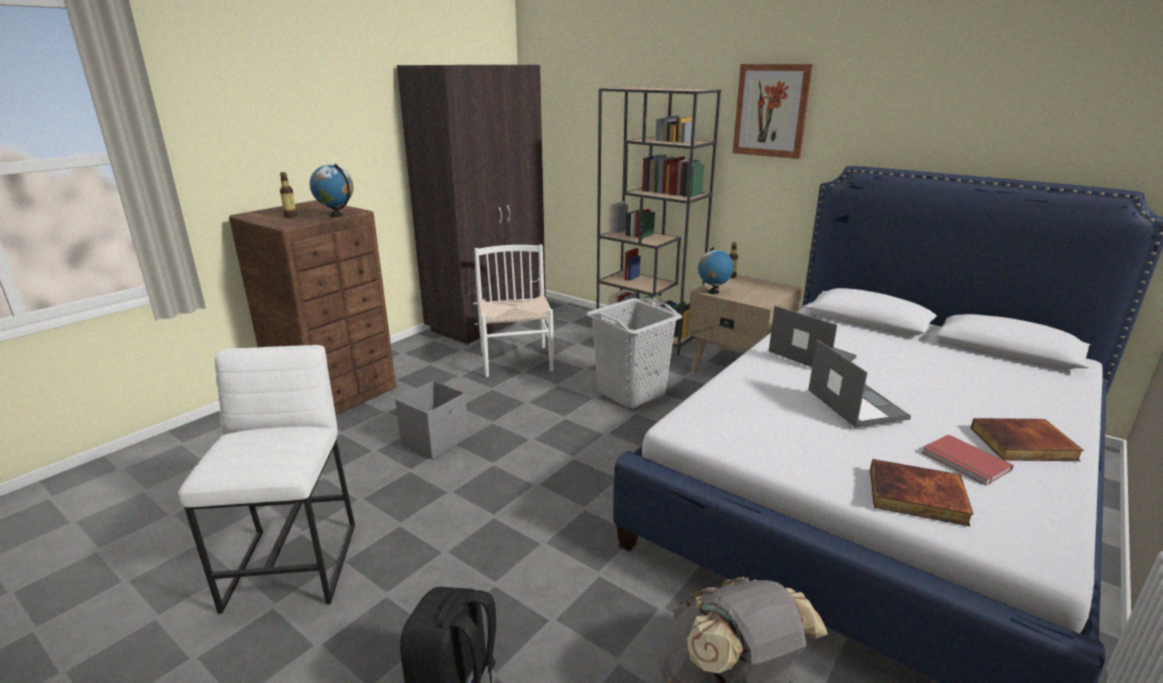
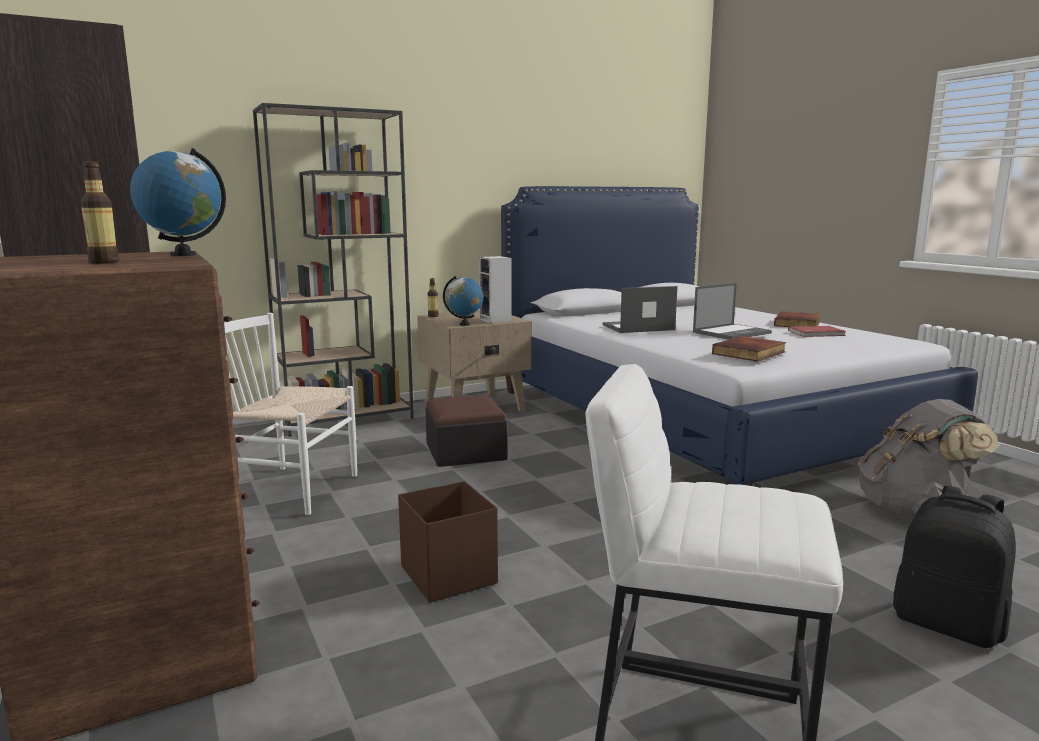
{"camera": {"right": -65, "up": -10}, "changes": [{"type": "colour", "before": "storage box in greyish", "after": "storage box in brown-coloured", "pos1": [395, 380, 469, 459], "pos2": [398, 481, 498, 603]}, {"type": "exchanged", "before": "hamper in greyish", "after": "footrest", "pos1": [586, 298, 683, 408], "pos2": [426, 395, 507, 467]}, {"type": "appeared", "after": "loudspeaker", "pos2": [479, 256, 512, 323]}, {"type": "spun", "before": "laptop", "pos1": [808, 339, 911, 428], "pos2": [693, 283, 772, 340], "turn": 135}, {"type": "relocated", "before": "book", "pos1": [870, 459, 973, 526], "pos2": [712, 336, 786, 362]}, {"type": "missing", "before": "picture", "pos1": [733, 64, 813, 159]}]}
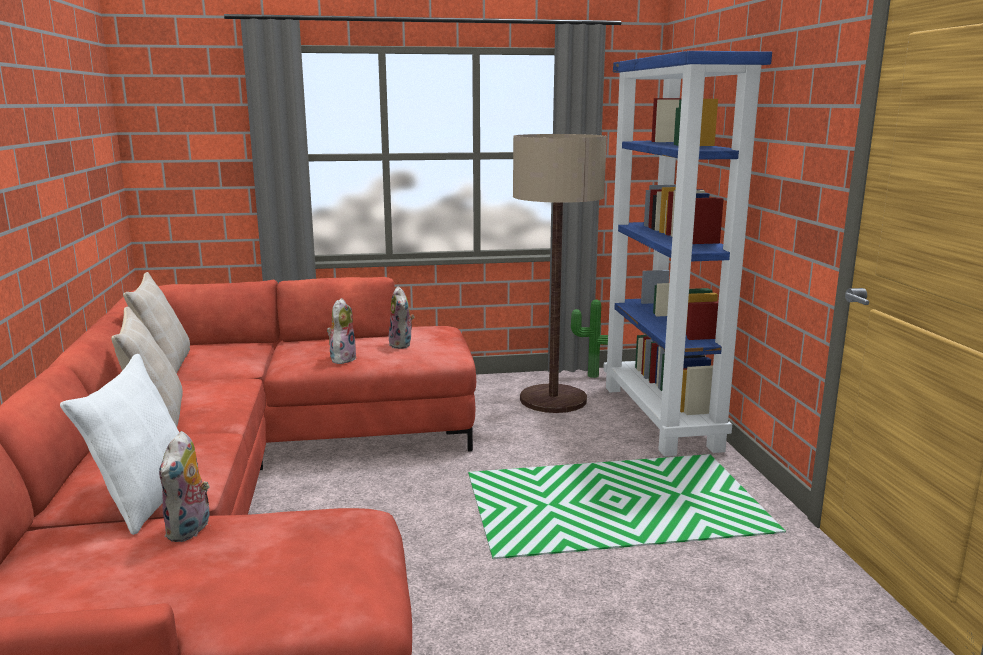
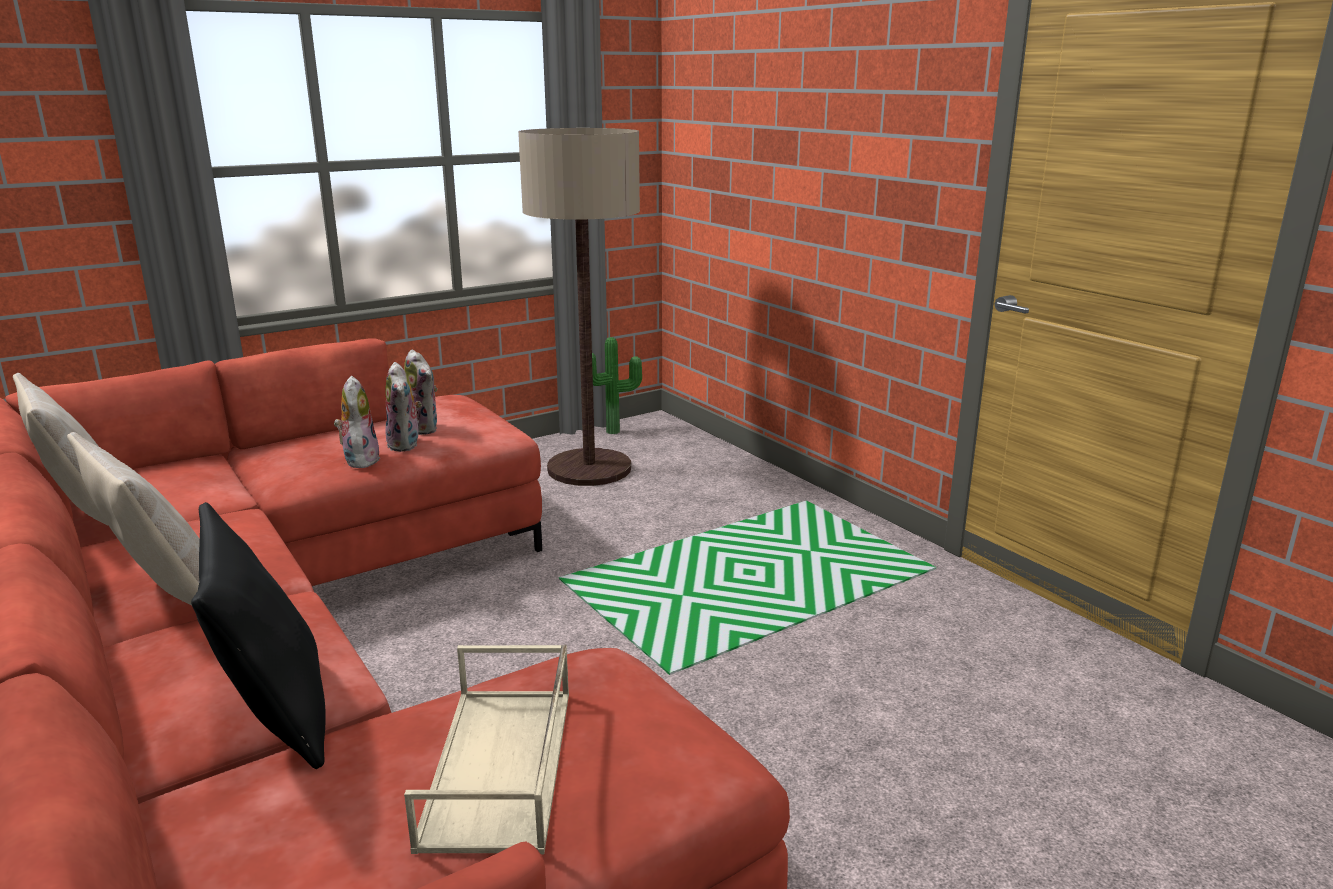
{"camera": {"right": -25, "up": 5}, "changes": [{"type": "colour", "before": "pillow in whitish", "after": "pillow in black", "pos1": [60, 354, 179, 535], "pos2": [191, 502, 326, 769]}, {"type": "relocated", "before": "plush toy", "pos1": [159, 431, 210, 542], "pos2": [385, 362, 422, 452]}, {"type": "appeared", "after": "carrying tray in sand-coloured", "pos2": [404, 645, 569, 854]}, {"type": "missing", "before": "bookshelf in blue-coloured", "pos1": [603, 51, 772, 457]}]}
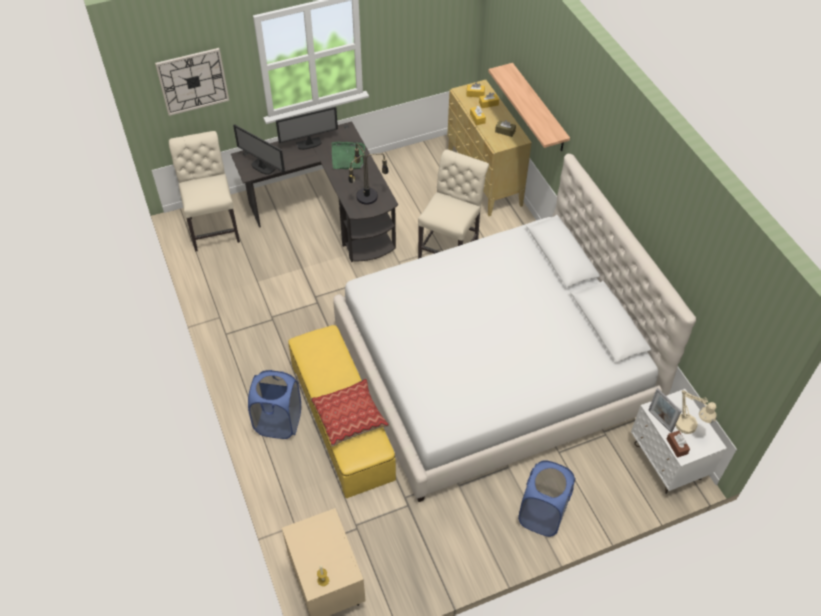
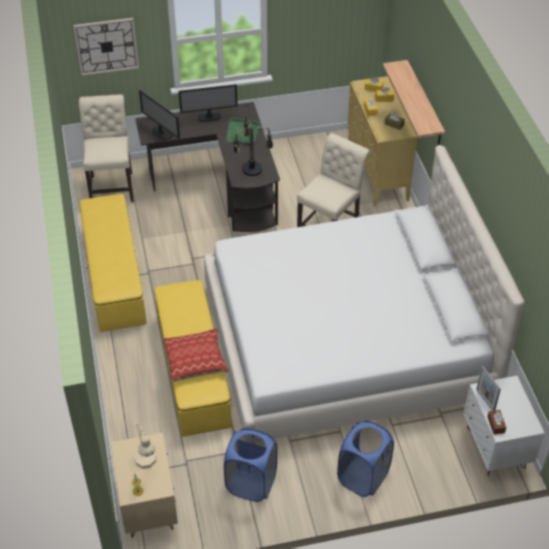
{"camera": {"right": 10, "up": -5}, "changes": [{"type": "appeared", "after": "long seat in yellowish", "pos2": [80, 194, 147, 332]}, {"type": "relocated", "before": "table lamp in sand-coloured", "pos1": [675, 390, 717, 434], "pos2": [134, 423, 157, 469]}, {"type": "relocated", "before": "hamper in blue-coloured", "pos1": [248, 370, 301, 439], "pos2": [224, 428, 277, 502]}]}
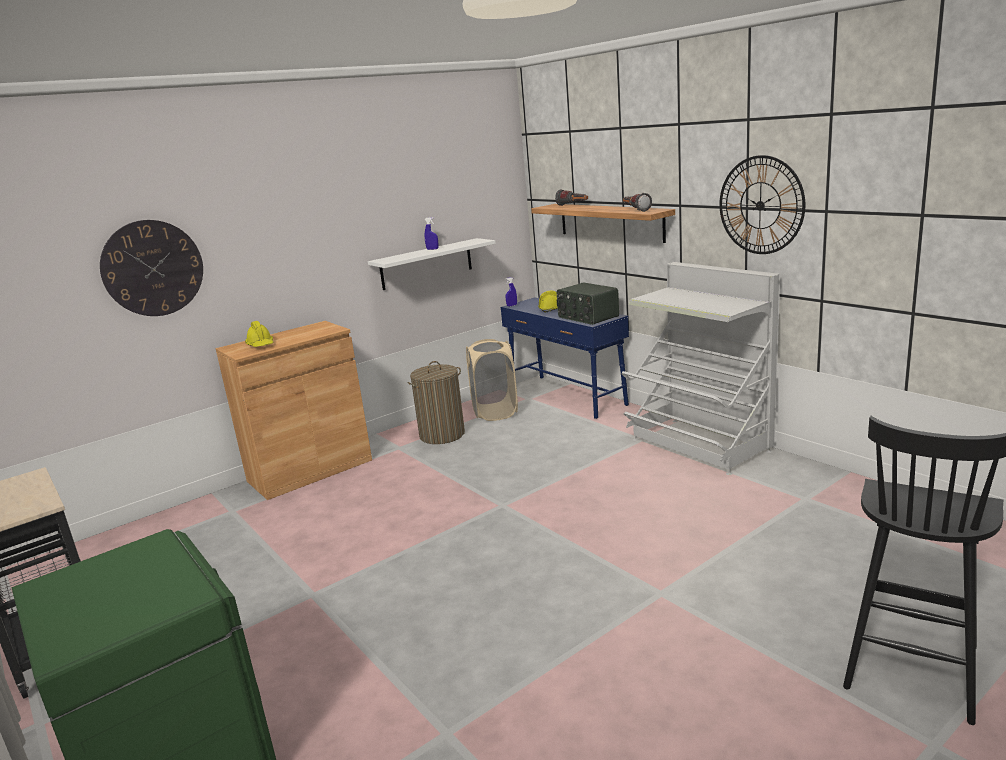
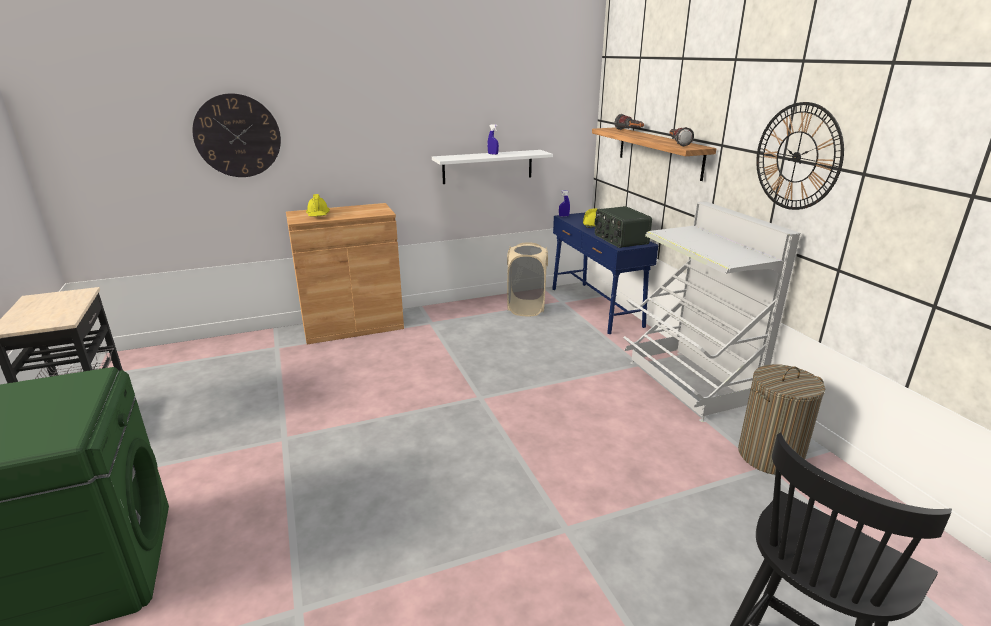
{"camera": {"right": 15, "up": 5}, "changes": [{"type": "relocated", "before": "hamper", "pos1": [408, 361, 465, 444], "pos2": [738, 364, 825, 475]}]}
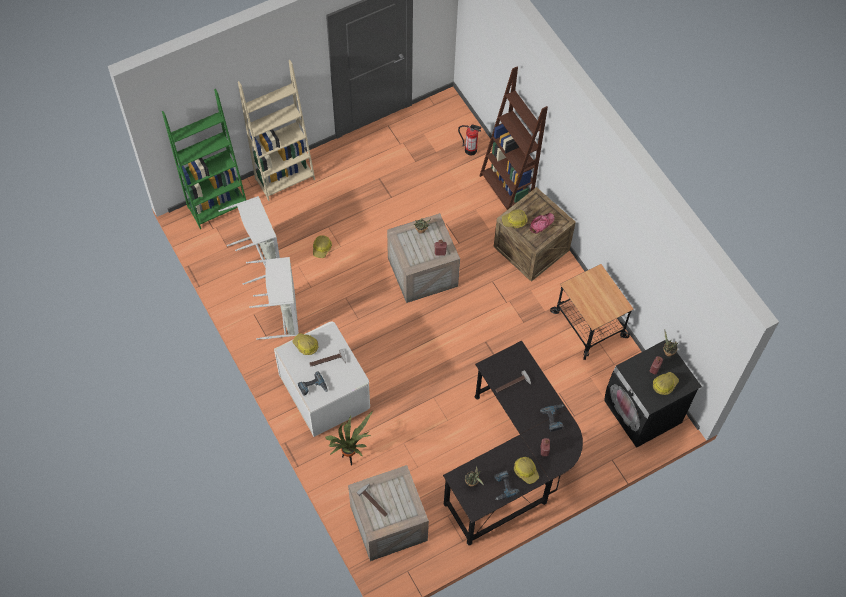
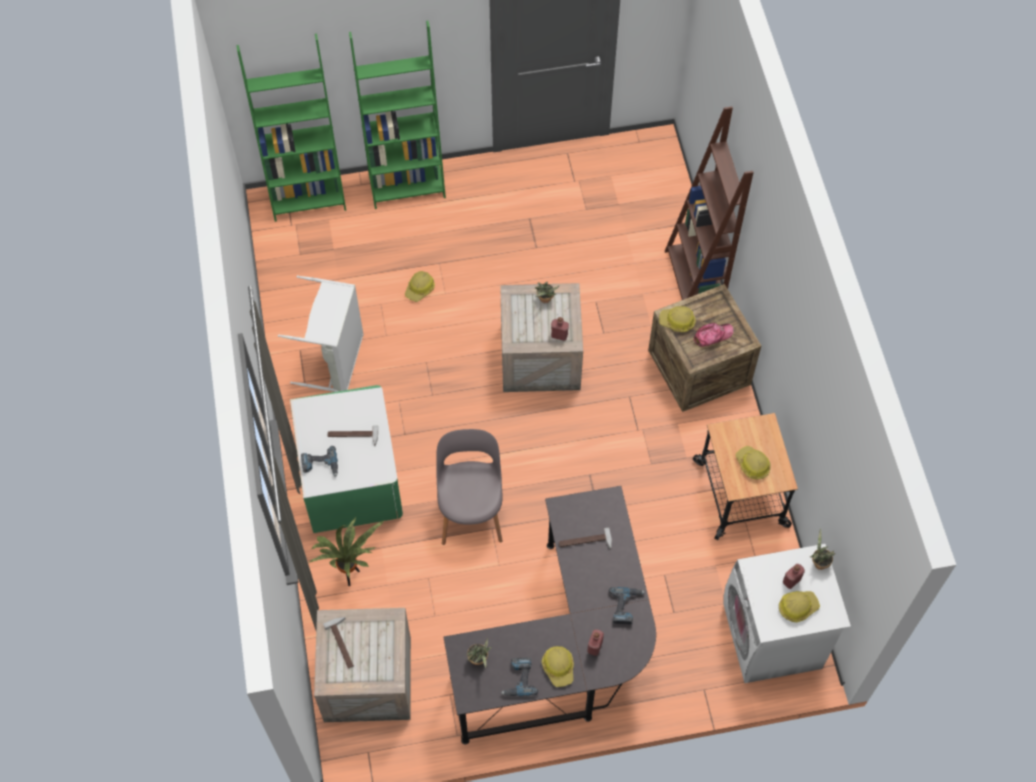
{"camera": {"right": 20, "up": 0}, "changes": [{"type": "colour", "before": "bedside table in whitish", "after": "bedside table in green-coloured", "pos1": [274, 321, 370, 437], "pos2": [290, 385, 403, 533]}, {"type": "colour", "before": "bookshelf in sand-coloured", "after": "bookshelf in green-coloured", "pos1": [238, 60, 315, 201], "pos2": [349, 21, 446, 209]}, {"type": "appeared", "after": "plain chair in greyish", "pos2": [436, 429, 503, 545]}, {"type": "colour", "before": "washing machine in black", "after": "washing machine in whitish", "pos1": [604, 340, 702, 448], "pos2": [723, 544, 851, 683]}, {"type": "relocated", "before": "hard hat", "pos1": [292, 333, 319, 355], "pos2": [736, 446, 771, 480]}, {"type": "missing", "before": "hamper in greyish", "pos1": [219, 196, 280, 285]}, {"type": "missing", "before": "fire extinguisher", "pos1": [458, 125, 482, 156]}]}
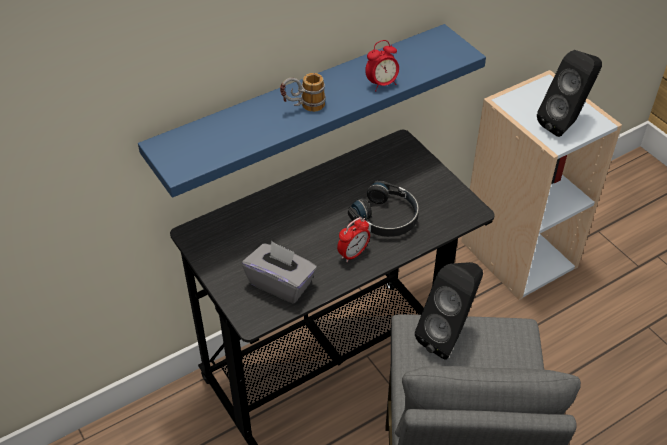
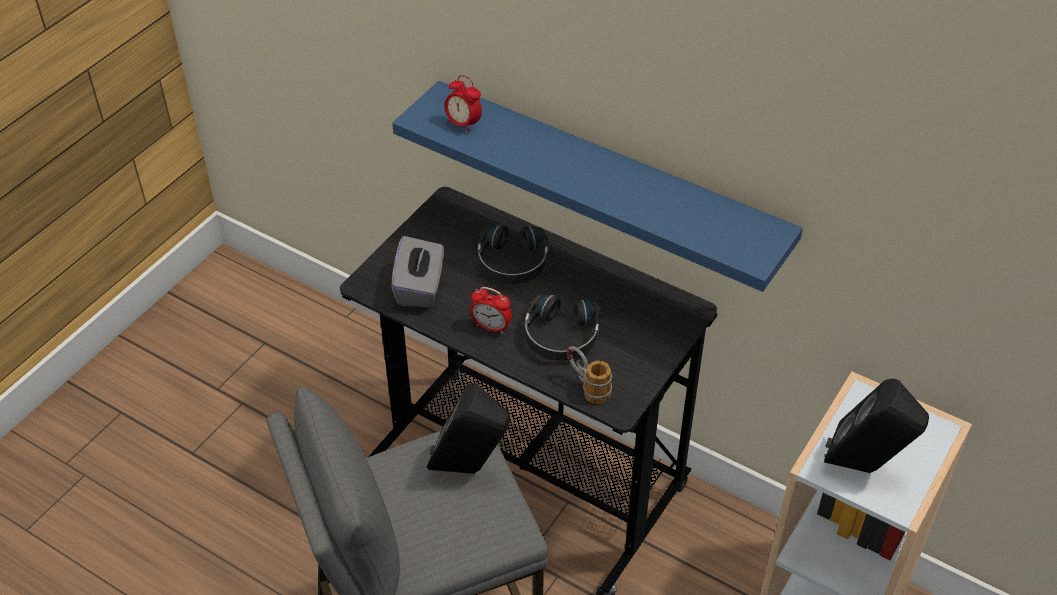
{"camera": {"right": 65, "up": 0}, "changes": [{"type": "relocated", "before": "table clock", "pos1": [365, 40, 399, 91], "pos2": [445, 75, 482, 134]}, {"type": "appeared", "after": "headphones in black", "pos2": [478, 225, 549, 284]}, {"type": "relocated", "before": "mug", "pos1": [280, 73, 326, 112], "pos2": [567, 346, 612, 404]}]}
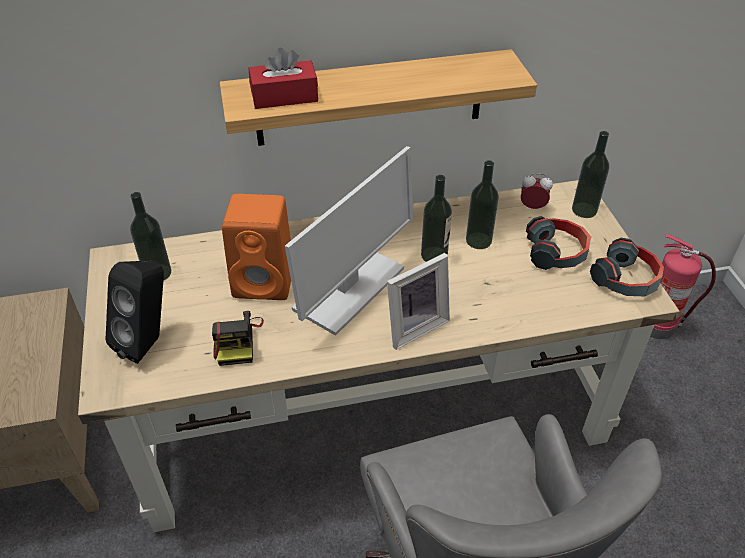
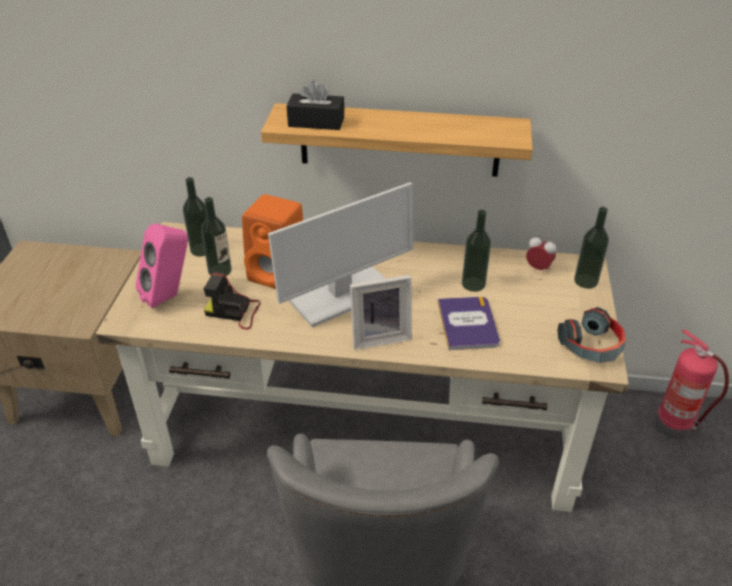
{"camera": {"right": 20, "up": -5}, "changes": [{"type": "colour", "before": "loudspeaker in black", "after": "loudspeaker in pinkish", "pos1": [106, 260, 164, 364], "pos2": [136, 223, 188, 308]}, {"type": "relocated", "before": "beverage bottle", "pos1": [421, 175, 452, 262], "pos2": [201, 197, 232, 276]}, {"type": "spun", "before": "still camera", "pos1": [212, 311, 264, 366], "pos2": [204, 271, 261, 330], "turn": 90}, {"type": "colour", "before": "tissue holder in red-coloured", "after": "tissue holder in black", "pos1": [248, 48, 318, 109], "pos2": [287, 80, 344, 130]}, {"type": "appeared", "after": "book", "pos2": [438, 297, 500, 350]}, {"type": "missing", "before": "headphones", "pos1": [526, 216, 591, 270]}]}
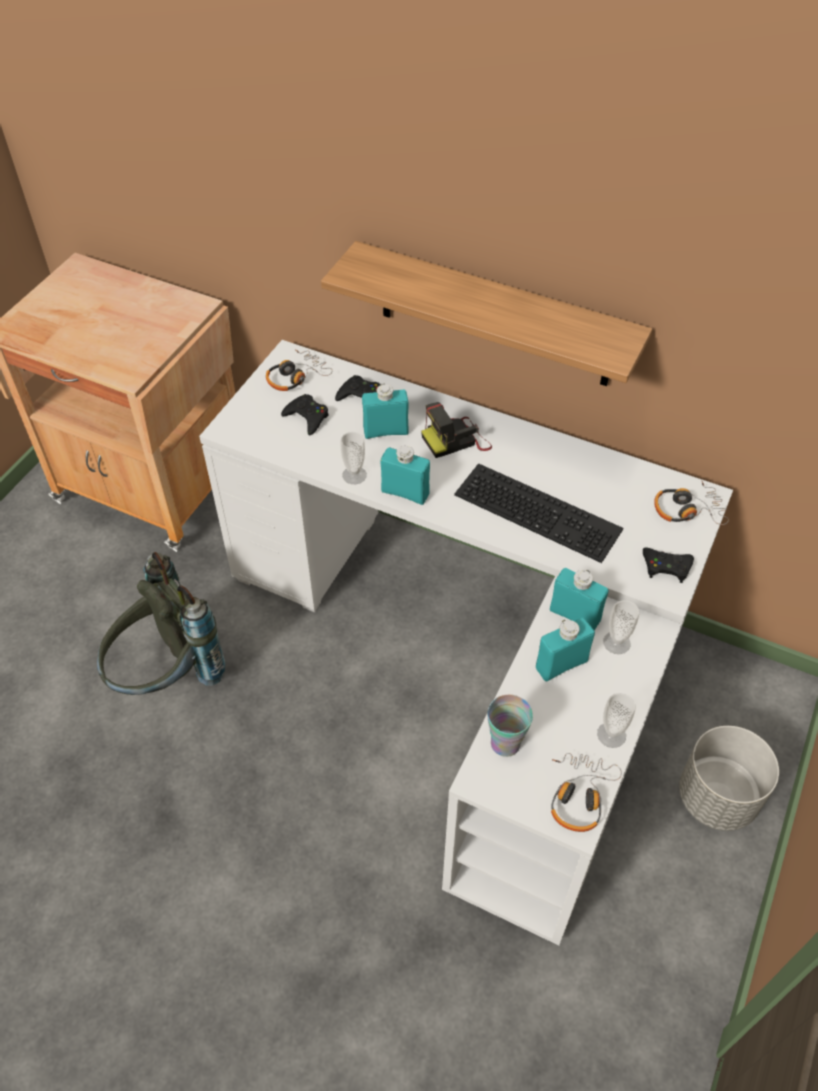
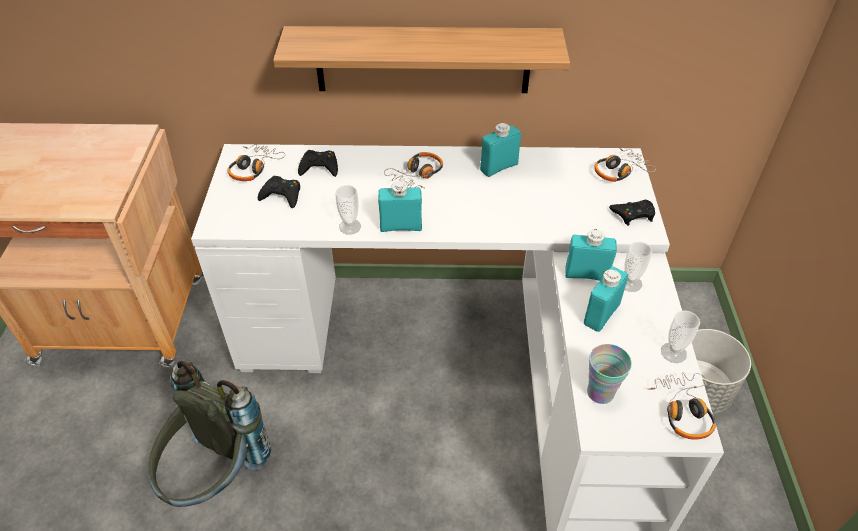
{"camera": {"right": -25, "up": -5}, "changes": [{"type": "exchanged", "before": "still camera", "after": "headphones", "pos1": [421, 402, 492, 458], "pos2": [384, 152, 443, 189]}, {"type": "relocated", "before": "beverage bottle in blue-green", "pos1": [362, 384, 409, 439], "pos2": [480, 123, 521, 177]}, {"type": "missing", "before": "keyboard", "pos1": [454, 463, 623, 563]}]}
